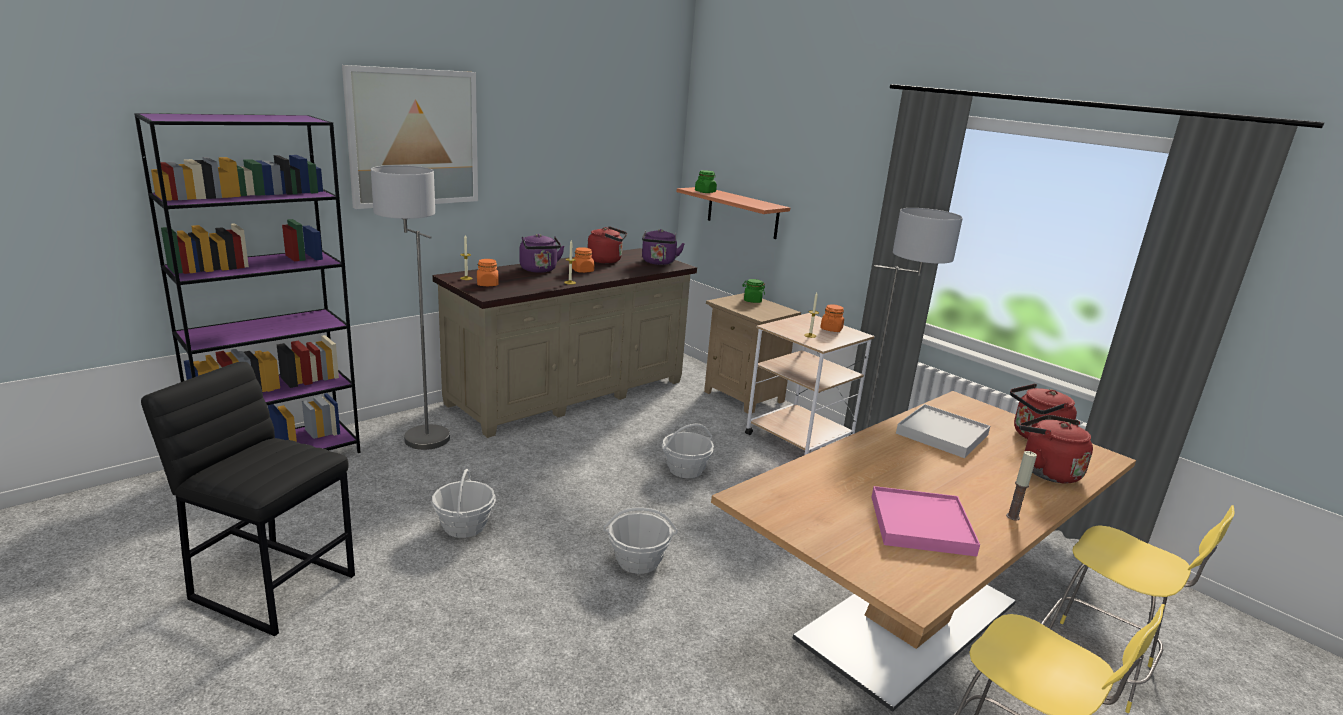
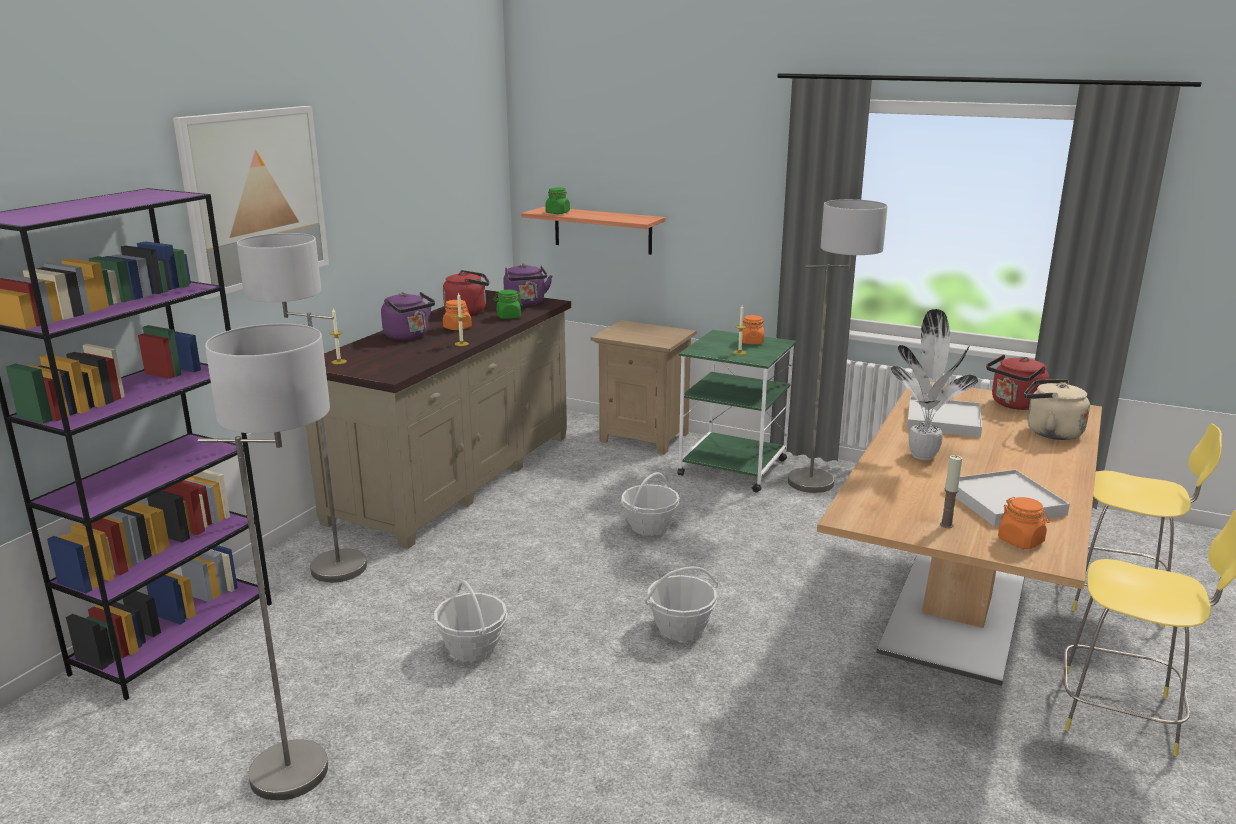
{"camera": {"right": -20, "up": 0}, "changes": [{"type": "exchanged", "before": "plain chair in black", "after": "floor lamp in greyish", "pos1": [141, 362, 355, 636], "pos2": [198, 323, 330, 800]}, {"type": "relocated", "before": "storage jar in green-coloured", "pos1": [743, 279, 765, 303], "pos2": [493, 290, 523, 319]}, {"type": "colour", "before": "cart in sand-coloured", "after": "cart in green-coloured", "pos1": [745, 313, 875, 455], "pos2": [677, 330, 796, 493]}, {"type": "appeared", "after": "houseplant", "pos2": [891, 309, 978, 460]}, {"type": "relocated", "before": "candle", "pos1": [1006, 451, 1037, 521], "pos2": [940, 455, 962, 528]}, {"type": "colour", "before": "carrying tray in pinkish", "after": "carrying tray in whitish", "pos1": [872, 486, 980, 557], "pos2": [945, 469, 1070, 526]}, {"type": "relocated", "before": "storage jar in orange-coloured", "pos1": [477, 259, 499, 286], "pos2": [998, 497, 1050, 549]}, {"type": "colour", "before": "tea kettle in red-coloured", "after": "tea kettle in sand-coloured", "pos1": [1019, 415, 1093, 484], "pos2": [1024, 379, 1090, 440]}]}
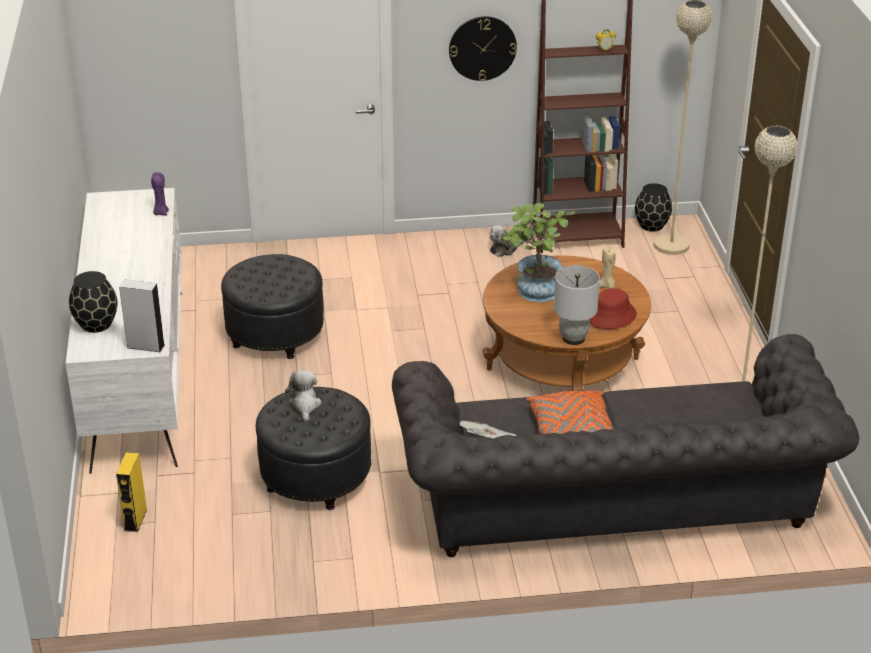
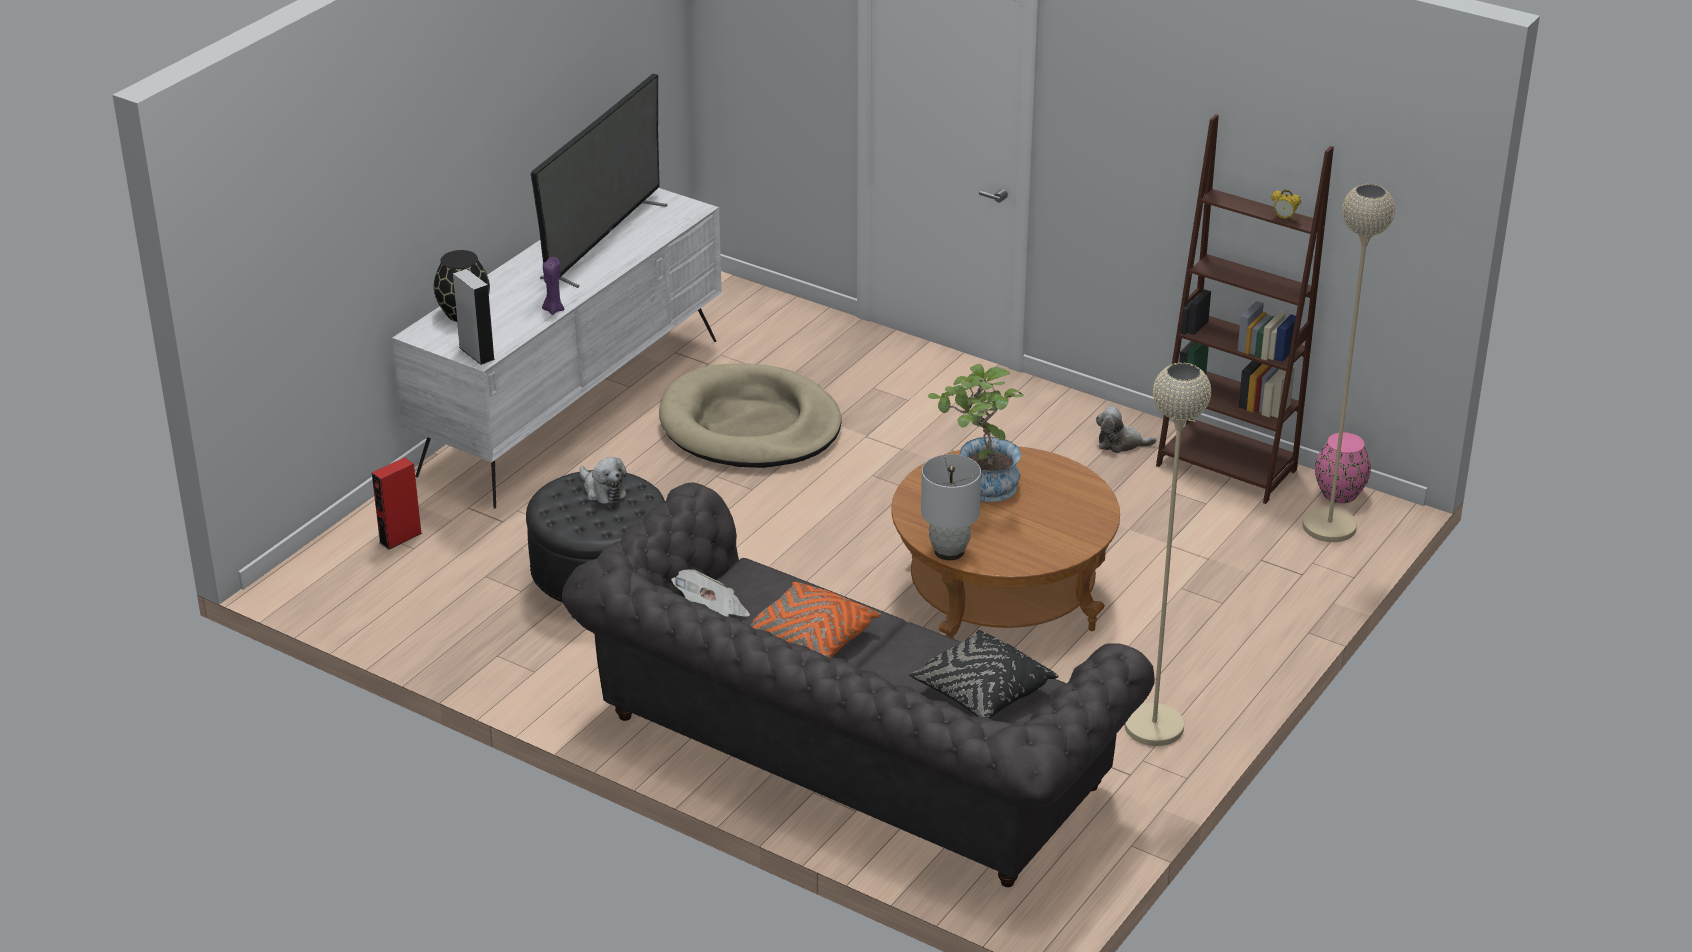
{"camera": {"right": 40, "up": 0}, "changes": [{"type": "colour", "before": "loudspeaker in yellowish", "after": "loudspeaker in red-coloured", "pos1": [116, 452, 147, 532], "pos2": [372, 457, 422, 550]}, {"type": "appeared", "after": "television", "pos2": [531, 74, 667, 288]}, {"type": "relocated", "before": "candle in purple", "pos1": [151, 172, 169, 216], "pos2": [542, 257, 564, 315]}, {"type": "spun", "before": "plush toy", "pos1": [285, 370, 322, 423], "pos2": [579, 457, 626, 504], "turn": 105}, {"type": "exchanged", "before": "footrest in black", "after": "pet bed in sand-coloured", "pos1": [221, 254, 324, 359], "pos2": [659, 363, 842, 468]}, {"type": "appeared", "after": "pillow in black", "pos2": [909, 630, 1059, 719]}, {"type": "colour", "before": "vase in black", "after": "vase in pinkish", "pos1": [635, 183, 672, 232], "pos2": [1315, 432, 1371, 503]}, {"type": "missing", "before": "clock on the wall", "pos1": [449, 16, 517, 81]}, {"type": "missing", "before": "wearable hat in red-coloured", "pos1": [590, 288, 637, 329]}, {"type": "missing", "before": "candle in sand-coloured", "pos1": [599, 247, 616, 289]}]}
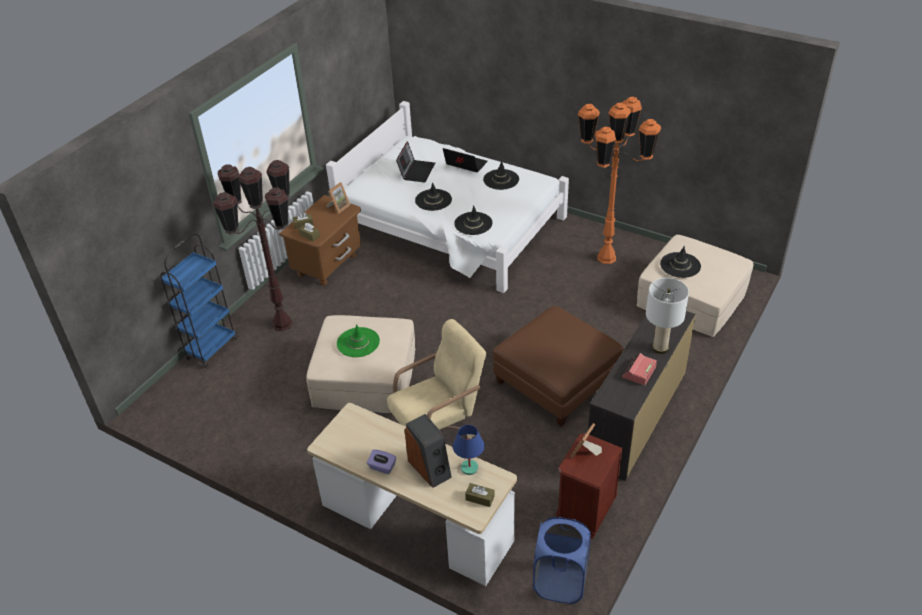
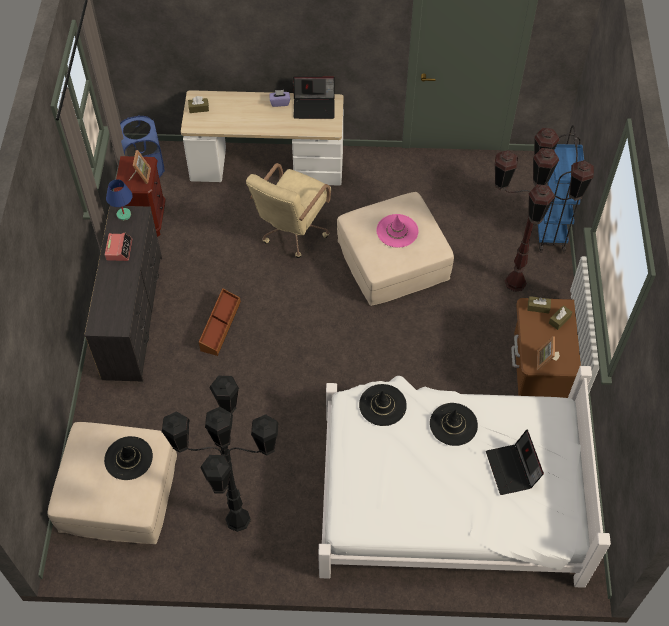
{"camera": {"right": 150, "up": 15}, "changes": [{"type": "relocated", "before": "table lamp in blue-coloured", "pos1": [453, 425, 485, 475], "pos2": [106, 179, 133, 221]}, {"type": "colour", "before": "floor lamp in orange-coloured", "after": "floor lamp in black", "pos1": [578, 97, 661, 264], "pos2": [162, 376, 279, 532]}, {"type": "exchanged", "before": "footrest in brown-coloured", "after": "storage box in brown-coloured", "pos1": [493, 306, 623, 427], "pos2": [199, 288, 241, 356]}, {"type": "relocated", "before": "laptop", "pos1": [443, 148, 488, 172], "pos2": [293, 76, 335, 119]}, {"type": "colour", "before": "wearable hat in green-coloured", "after": "wearable hat in pinkish", "pos1": [337, 324, 380, 357], "pos2": [376, 214, 418, 247]}, {"type": "missing", "before": "loudspeaker", "pos1": [404, 414, 452, 488]}, {"type": "missing", "before": "wearable hat in black", "pos1": [483, 161, 519, 190]}, {"type": "missing", "before": "table lamp in whitish", "pos1": [646, 278, 689, 354]}]}
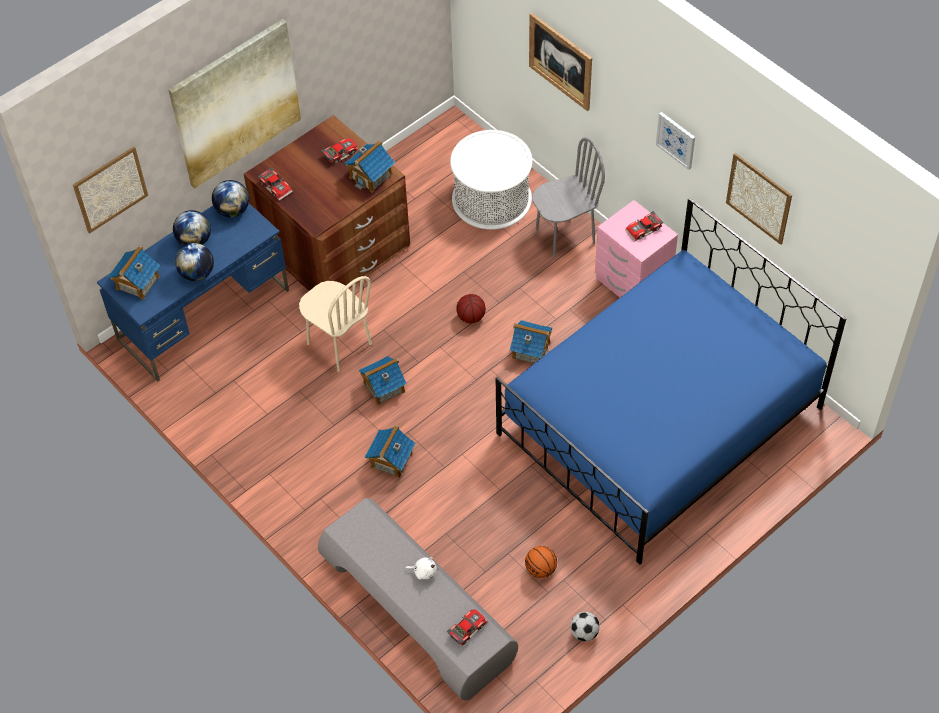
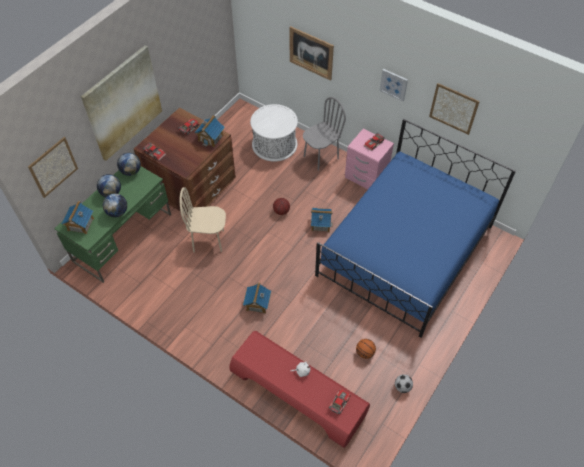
{"camera": {"right": -15, "up": 0}, "changes": [{"type": "colour", "before": "desk unit in blue-coloured", "after": "desk unit in green-coloured", "pos1": [97, 203, 289, 381], "pos2": [54, 166, 171, 283]}, {"type": "spun", "before": "plain chair in sand-coloured", "pos1": [299, 276, 372, 372], "pos2": [180, 187, 226, 252], "turn": 150}, {"type": "colour", "before": "long seat in greyish", "after": "long seat in red-coloured", "pos1": [318, 498, 518, 700], "pos2": [229, 331, 370, 448]}, {"type": "missing", "before": "toy house", "pos1": [359, 356, 407, 406]}]}
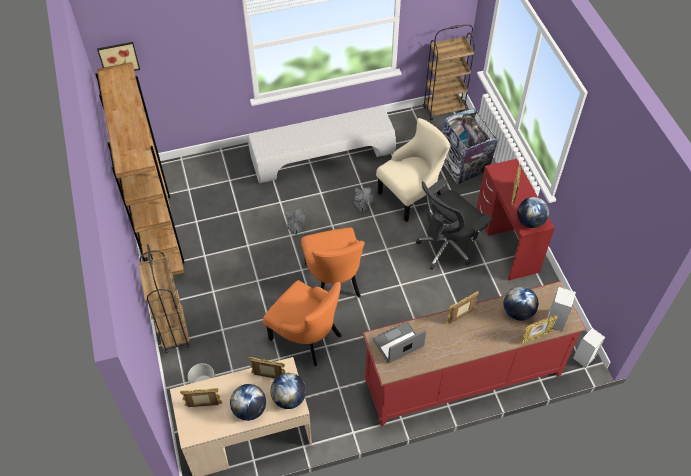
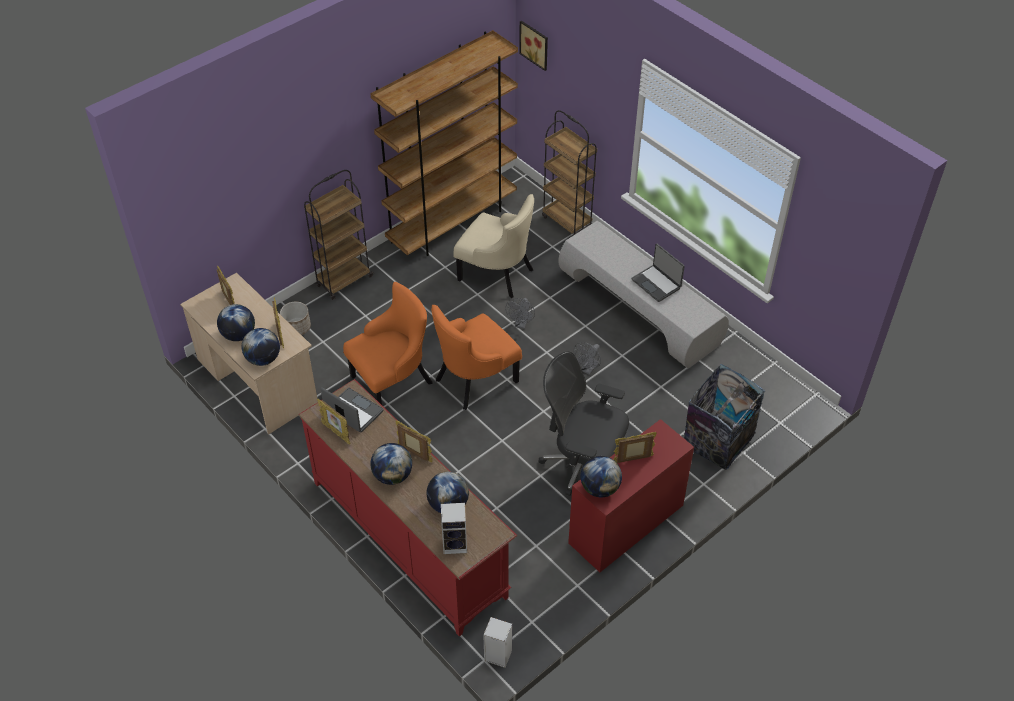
{"camera": {"right": 65, "up": -5}, "changes": [{"type": "relocated", "before": "photo frame", "pos1": [520, 315, 558, 344], "pos2": [317, 399, 350, 445]}, {"type": "spun", "before": "plain chair in orange-coloured", "pos1": [263, 280, 341, 366], "pos2": [343, 282, 432, 405], "turn": -135}, {"type": "appeared", "after": "desk globe", "pos2": [370, 443, 412, 485]}, {"type": "relocated", "before": "plain chair in sand-coloured", "pos1": [376, 118, 450, 222], "pos2": [453, 194, 534, 298]}, {"type": "relocated", "before": "cart in brown-coloured", "pos1": [423, 24, 475, 121], "pos2": [542, 110, 597, 235]}, {"type": "appeared", "after": "laptop", "pos2": [631, 243, 685, 302]}]}
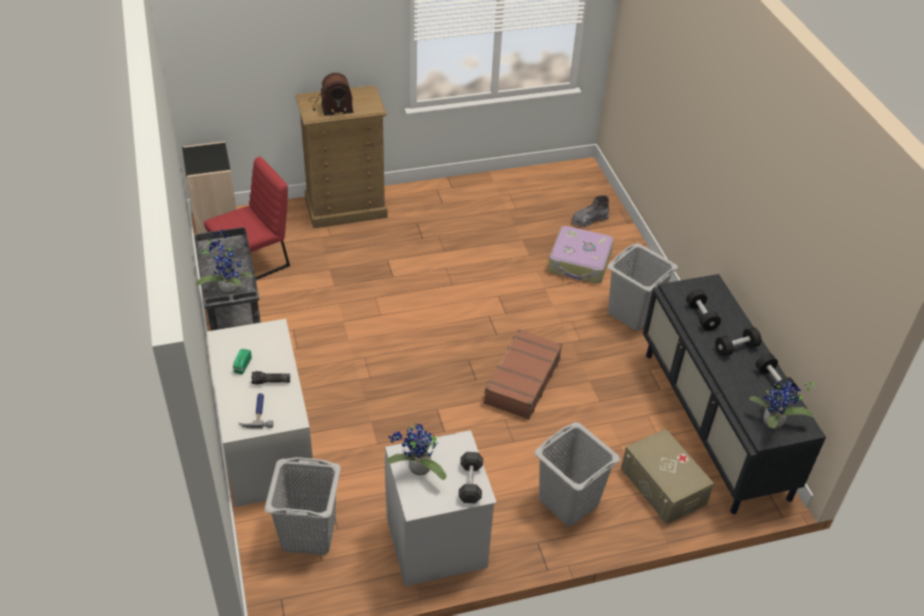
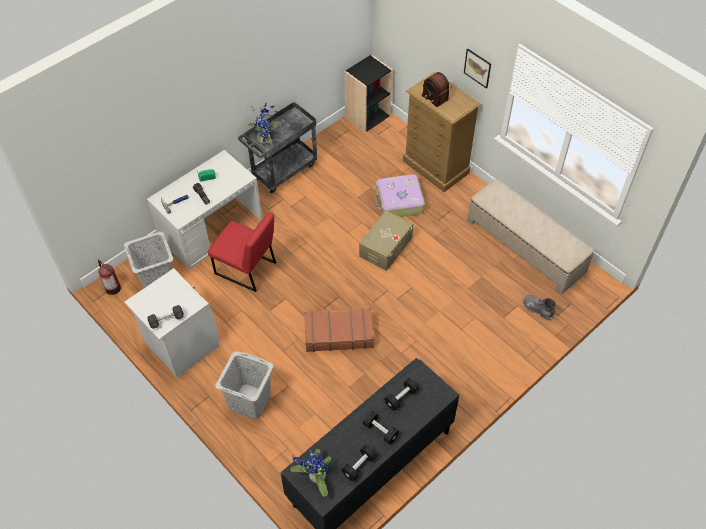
{"camera": {"right": 65, "up": 10}, "changes": [{"type": "appeared", "after": "fire extinguisher", "pos2": [98, 260, 121, 295]}, {"type": "relocated", "before": "plain chair in red-coloured", "pos1": [204, 157, 290, 280], "pos2": [208, 212, 276, 292]}, {"type": "relocated", "before": "storage box in sand-coloured", "pos1": [621, 429, 714, 524], "pos2": [359, 210, 413, 271]}, {"type": "relocated", "before": "travel case", "pos1": [548, 226, 614, 283], "pos2": [375, 174, 425, 217]}, {"type": "appeared", "after": "picture", "pos2": [464, 49, 491, 89]}, {"type": "appeared", "after": "long seat in sand-coloured", "pos2": [467, 179, 594, 294]}, {"type": "missing", "before": "houseplant", "pos1": [387, 422, 446, 480]}, {"type": "missing", "before": "hamper in greyish", "pos1": [607, 243, 678, 331]}]}
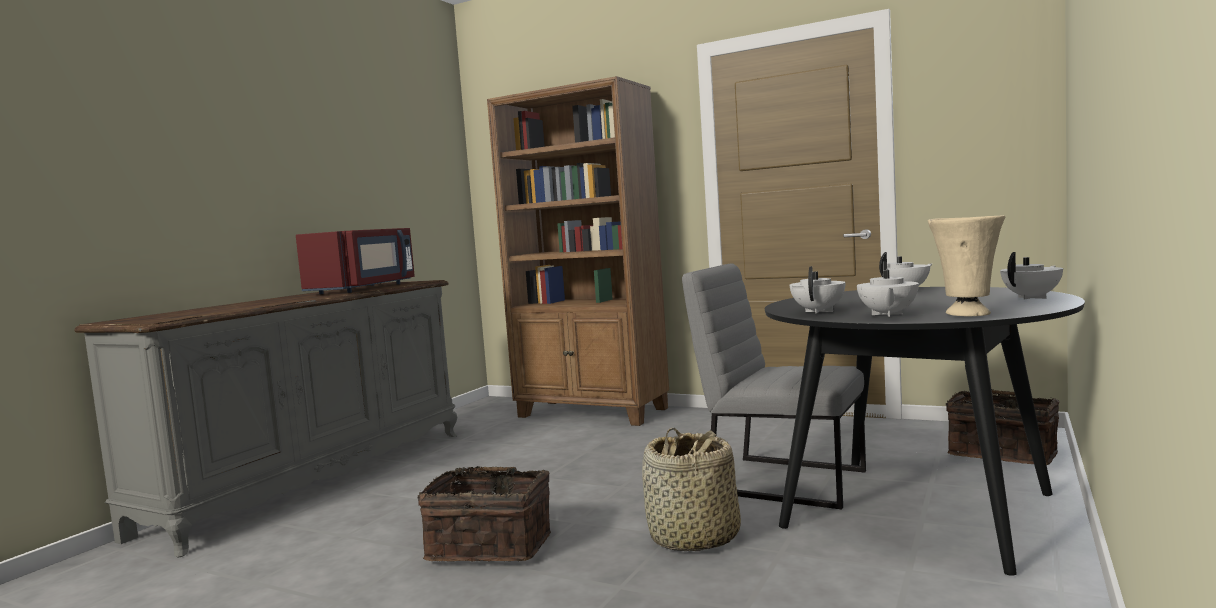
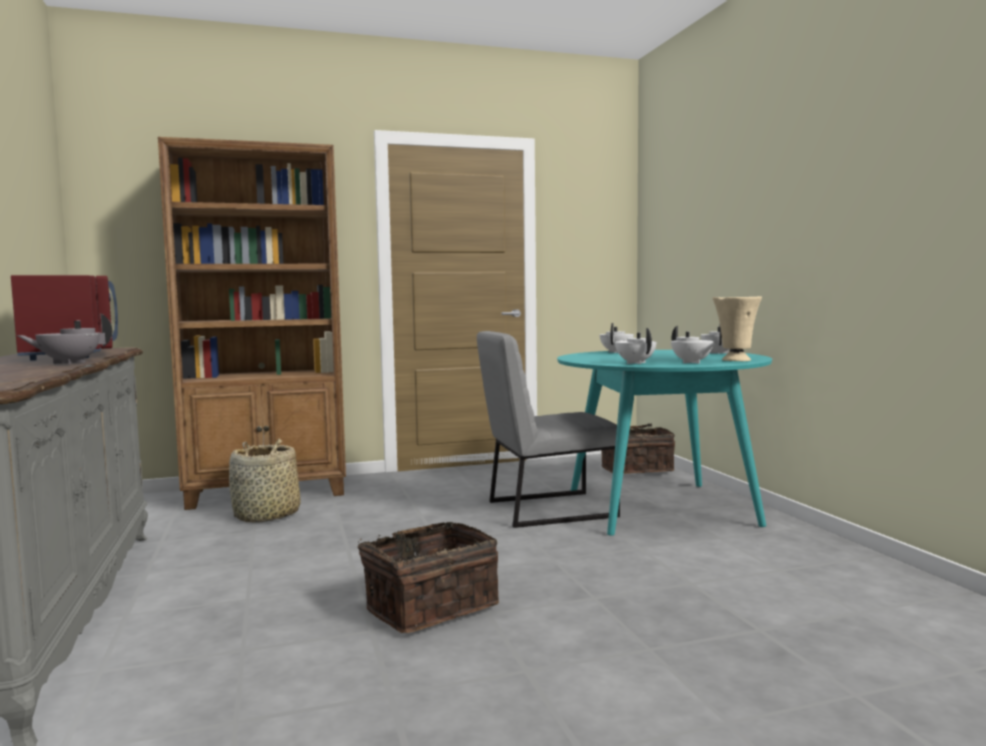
{"camera": {"right": -45, "up": 0}, "changes": [{"type": "appeared", "after": "pot for tea in greyish", "pos2": [16, 314, 112, 364]}, {"type": "relocated", "before": "storage basket", "pos1": [642, 428, 741, 551], "pos2": [229, 438, 301, 523]}, {"type": "colour", "before": "dining table in black", "after": "dining table in blue-green", "pos1": [765, 287, 1085, 576], "pos2": [557, 350, 772, 536]}]}
